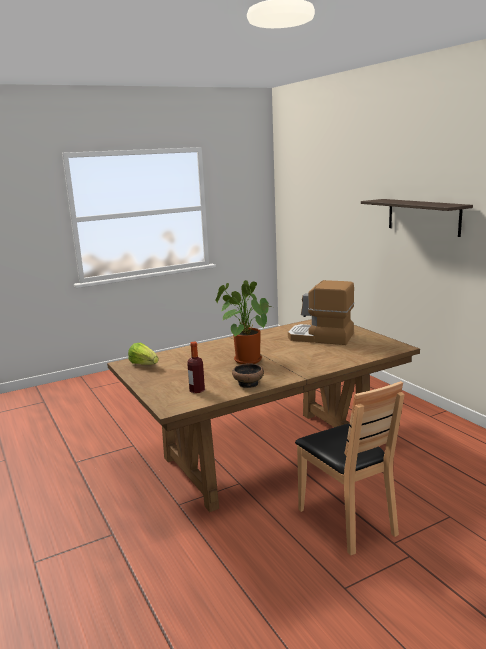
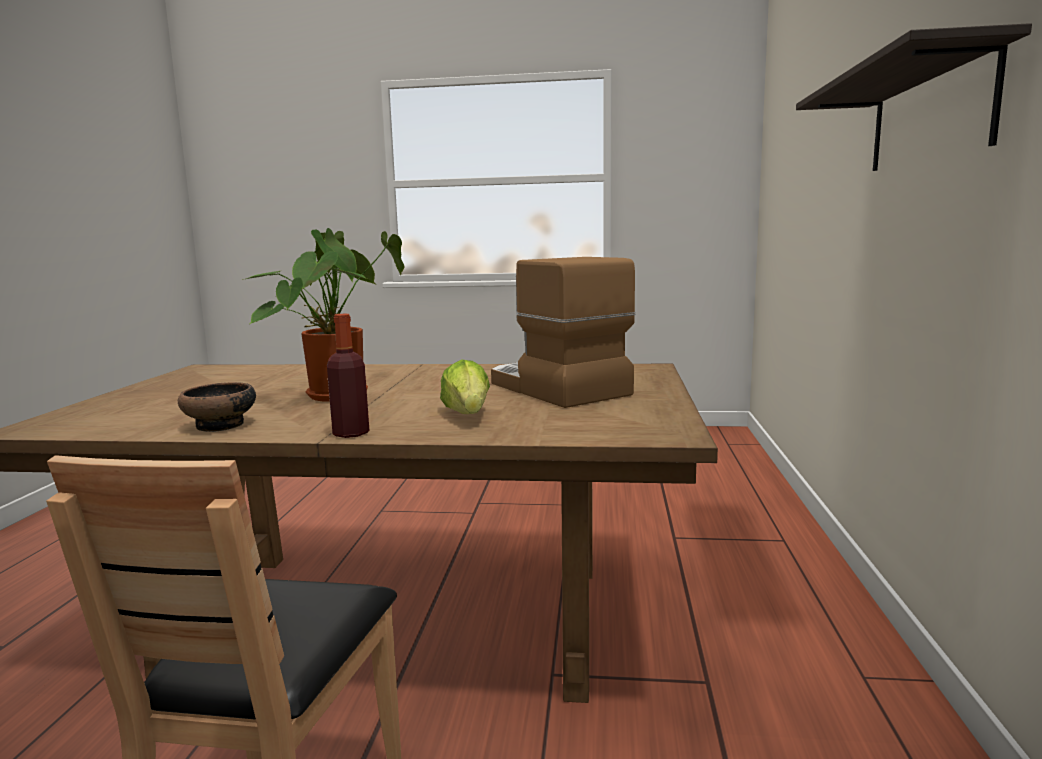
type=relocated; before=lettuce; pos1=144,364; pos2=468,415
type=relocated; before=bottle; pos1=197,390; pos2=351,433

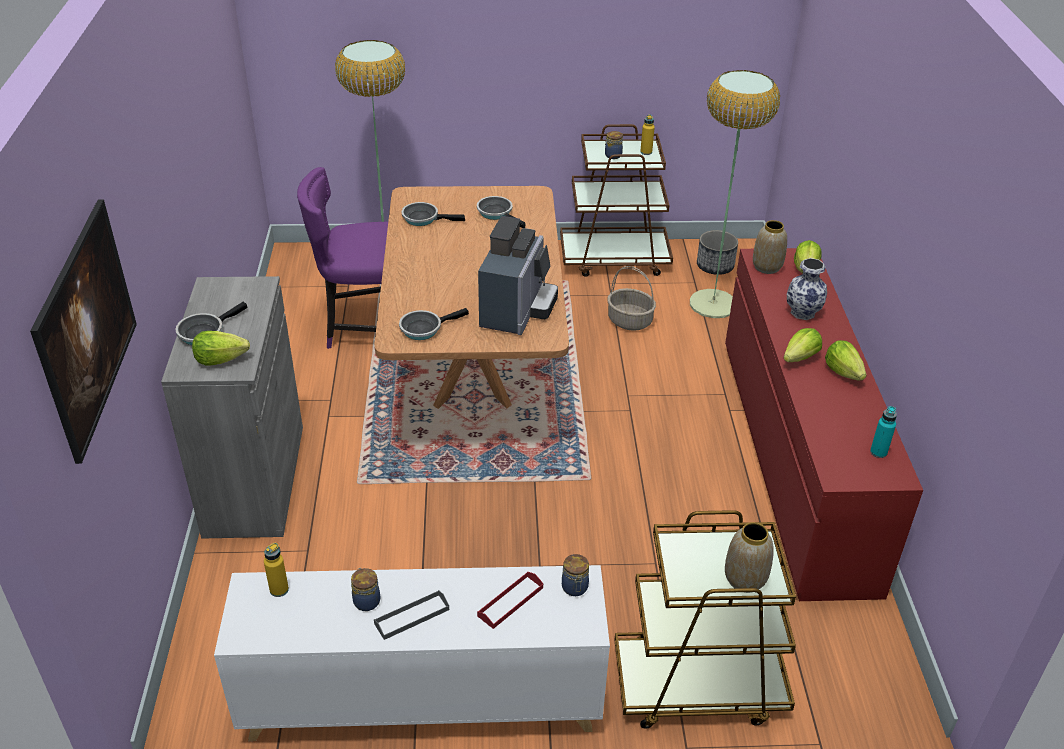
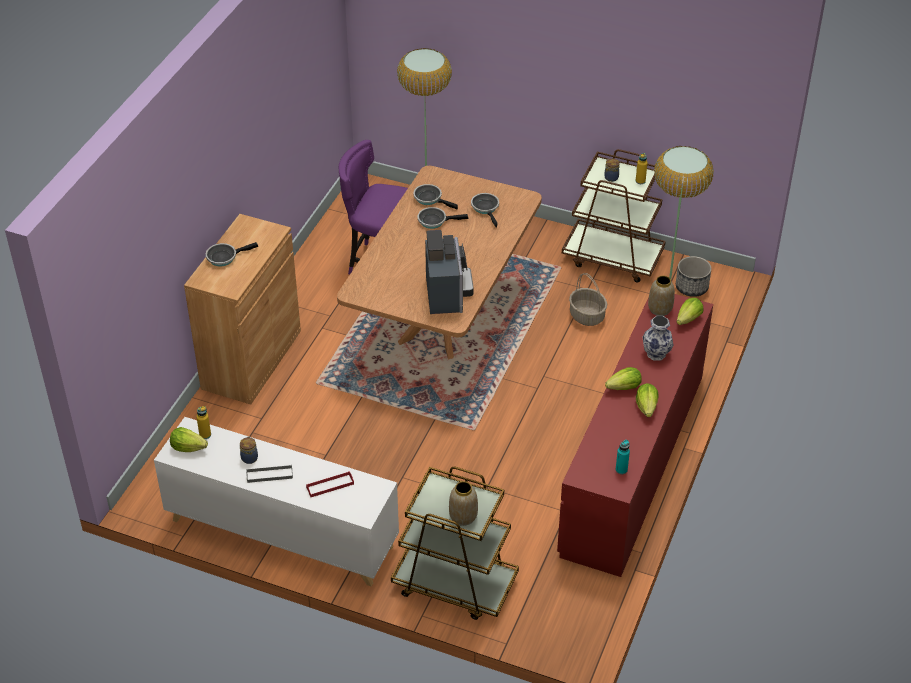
type=missing; before=picture; pos1=96,358
type=colour; before=grey cabinet; after=brown cabinet; pos1=254,480; pos2=251,359
type=relocated; before=lettuce; pos1=220,359; pos2=188,447
type=relocated; before=frying pan; pos1=424,328; pos2=434,221
type=spun; before=coffee machine; pos1=517,310; pos2=447,294; turn=-45
type=missing; before=jar; pos1=575,588

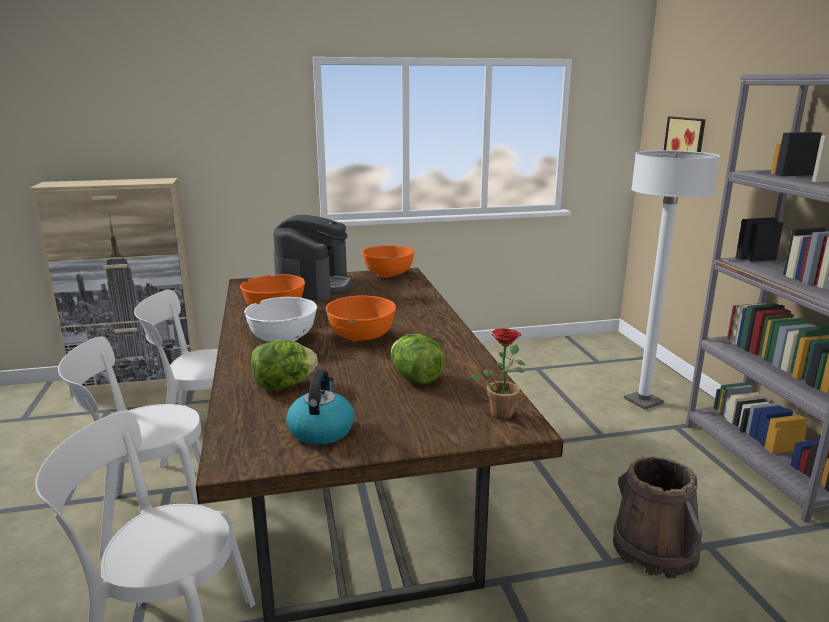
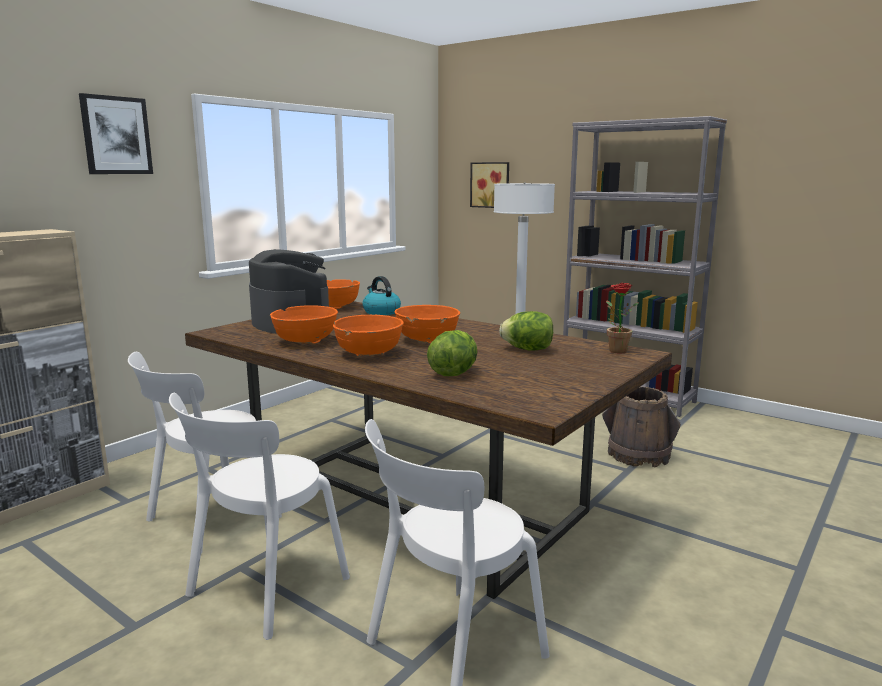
type=colour; before=white bowl; after=orange bowl; pos1=283,338; pos2=369,353
type=relocated; before=kettle; pos1=321,430; pos2=381,312
type=appeared; after=picture; pos2=116,135

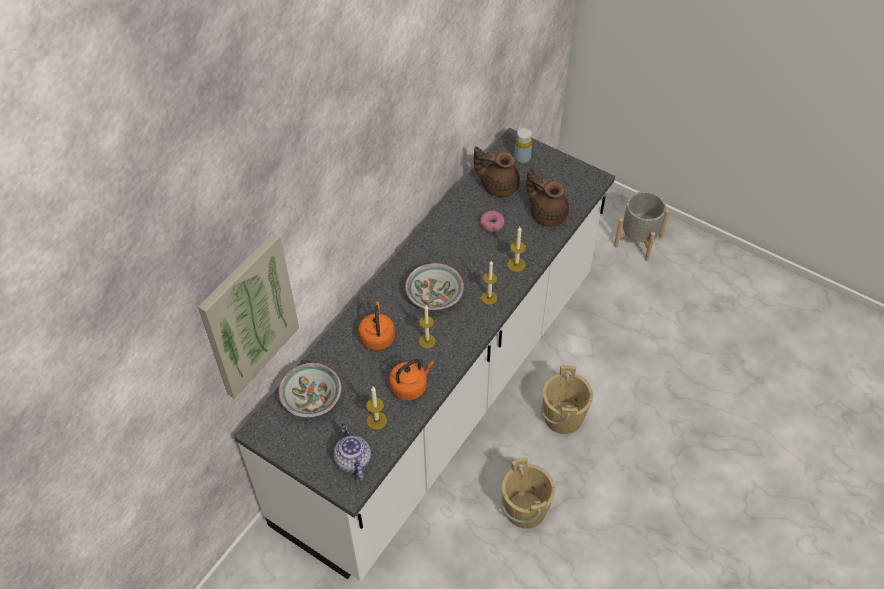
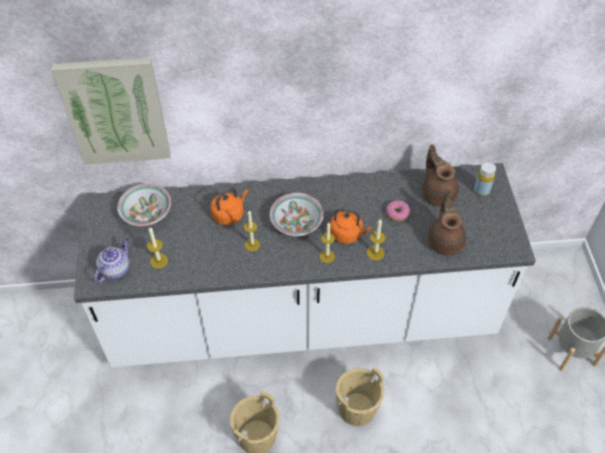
type=relocated; before=orange kettle; pos1=410,386; pos2=347,234

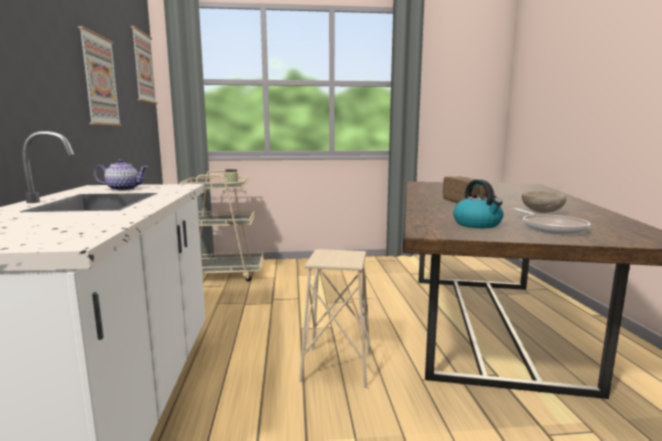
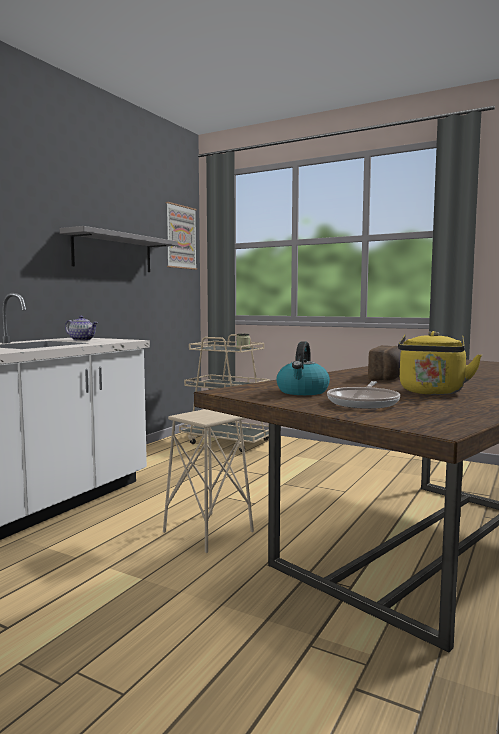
type=exchanged; before=picture; after=grey shelf; pos1=99,80; pos2=113,252
type=exchanged; before=beige bowl; after=yellow kettle; pos1=541,212; pos2=431,392

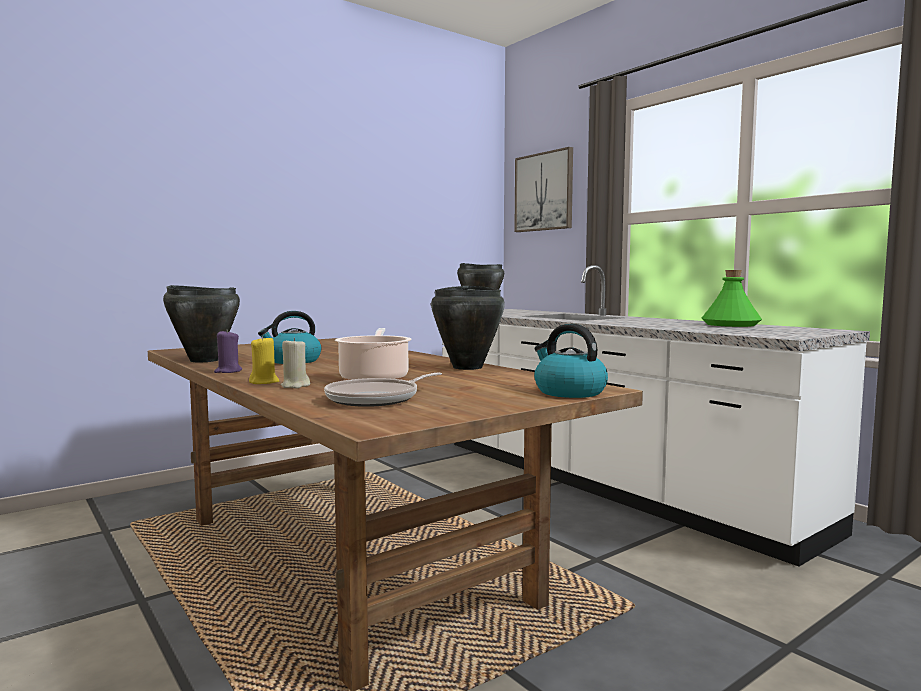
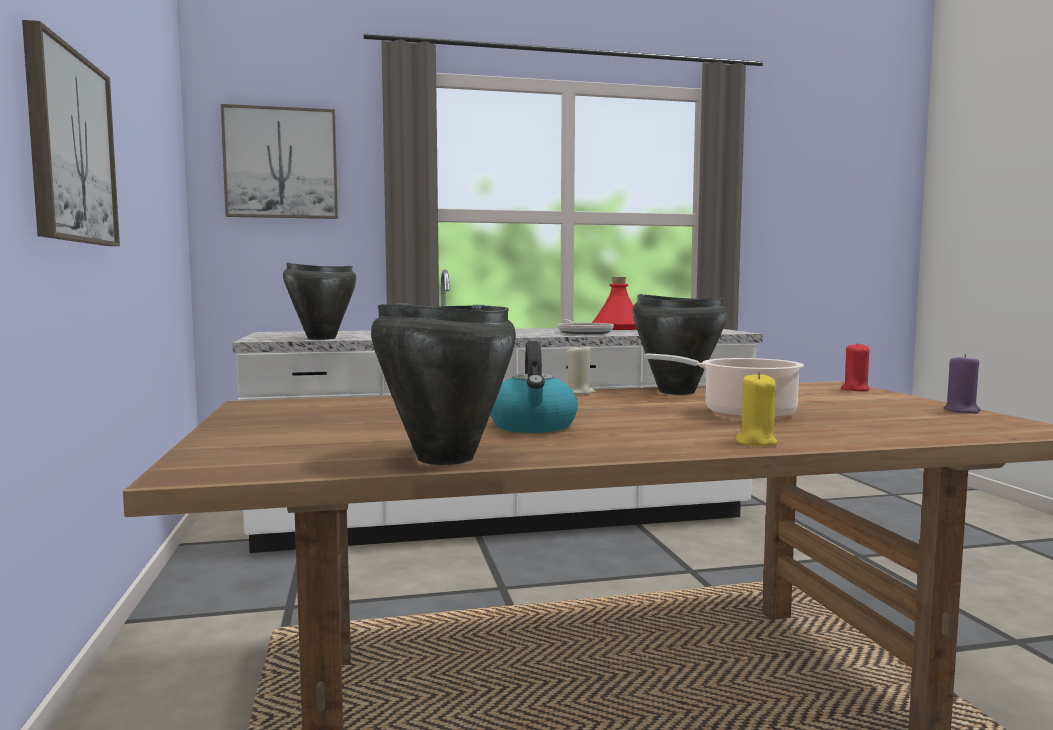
type=relocated; before=purple candle; pos1=228,371; pos2=961,410
type=relocated; before=beige candle; pos1=295,386; pos2=579,393
type=relocated; before=frying pan; pos1=377,399; pos2=584,332
type=exchanged; before=kettle; after=red candle; pos1=568,392; pos2=855,389
type=colour; before=green bottle; after=red bottle; pos1=730,324; pos2=617,328
type=appeared; after=picture; pos2=69,148

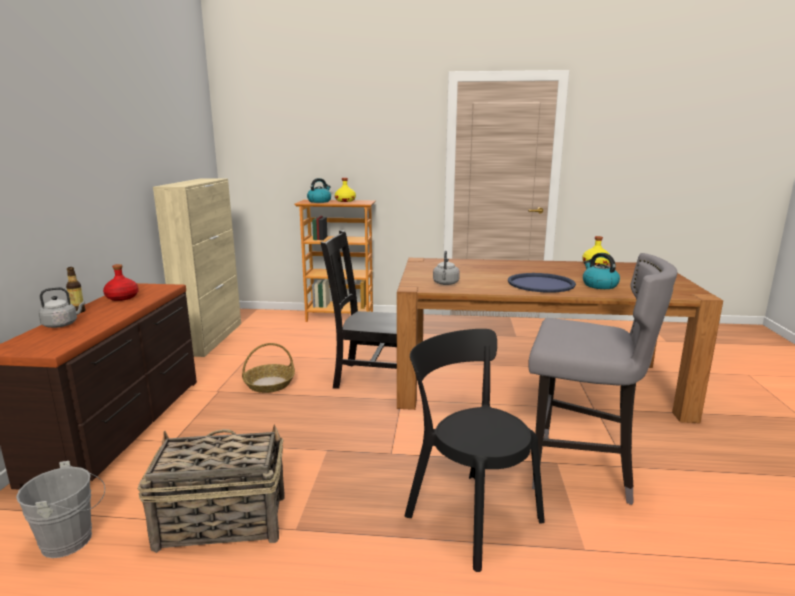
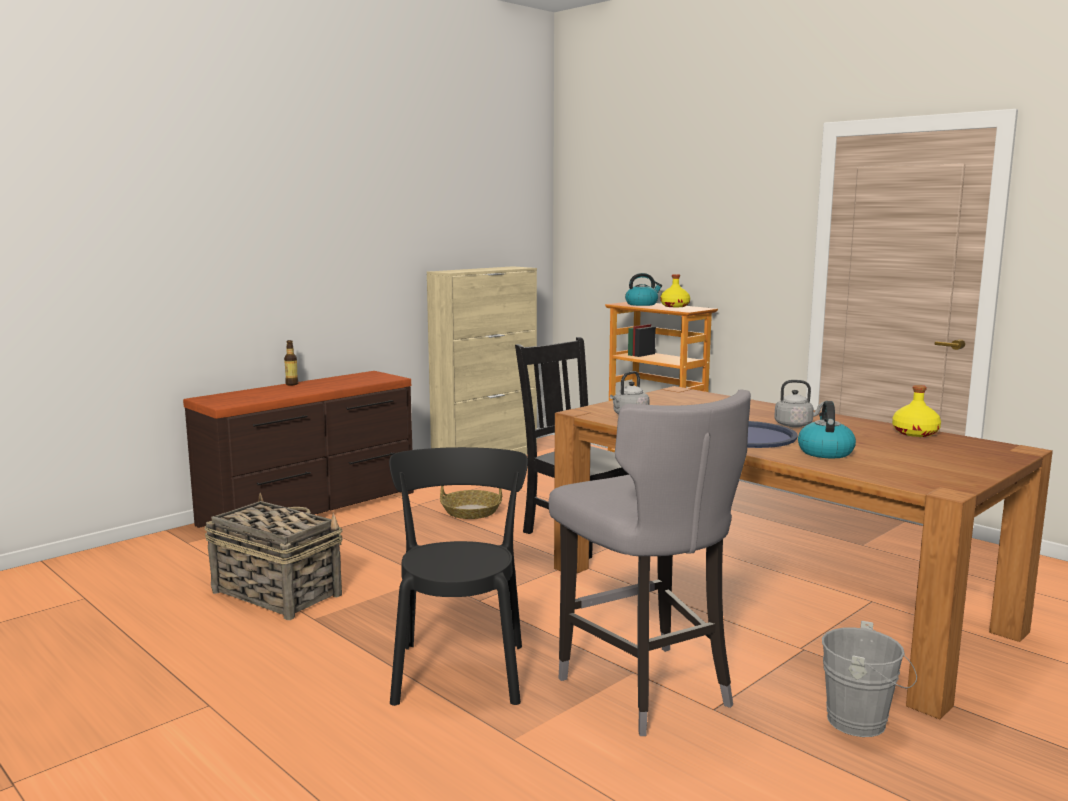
type=relocated; before=grey bucket; pos1=72,540; pos2=863,723
type=relocated; before=grey kettle; pos1=62,324; pos2=795,425
type=missing; before=red bottle; pos1=122,297

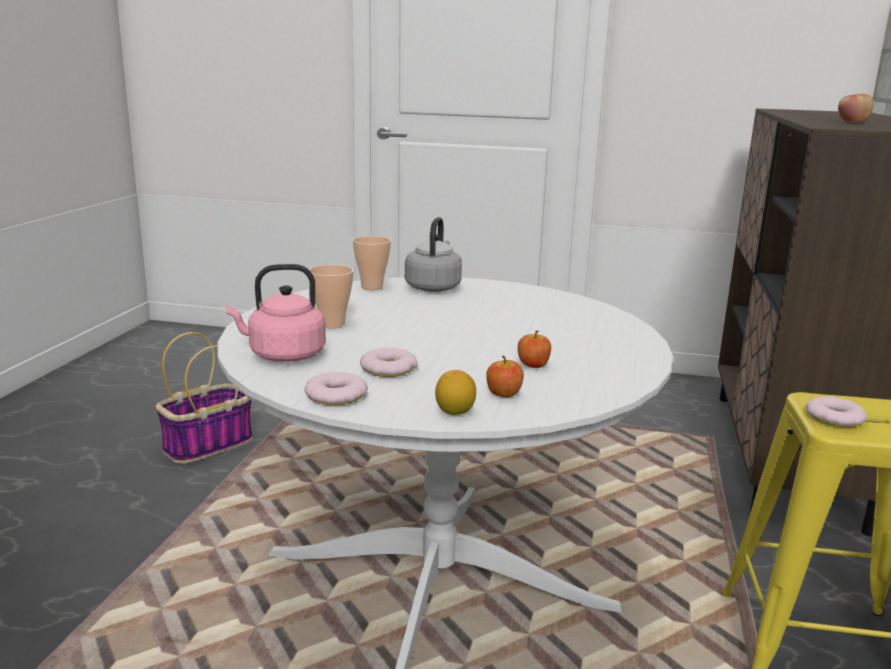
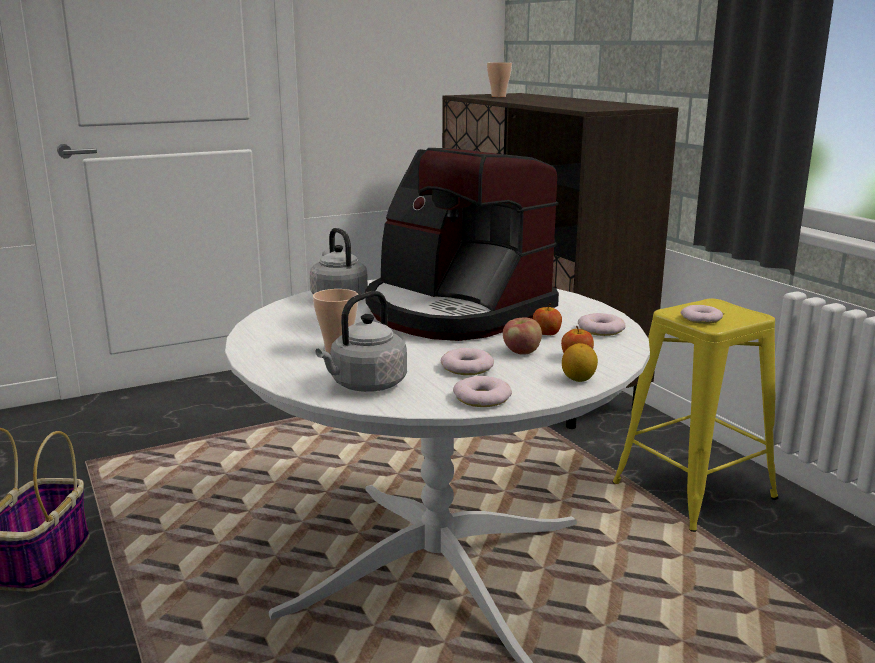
type=colour; before=pink kettle; after=grey kettle; pos1=283,355; pos2=365,385
type=relocated; before=cup; pos1=372,287; pos2=498,96
type=relocated; before=apple; pos1=852,122; pos2=521,352
type=appeared; after=coffee machine; pos2=454,312
type=appeared; after=donut; pos2=600,330

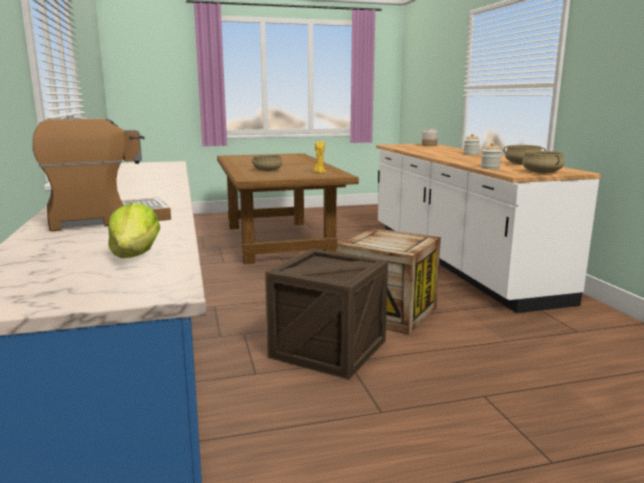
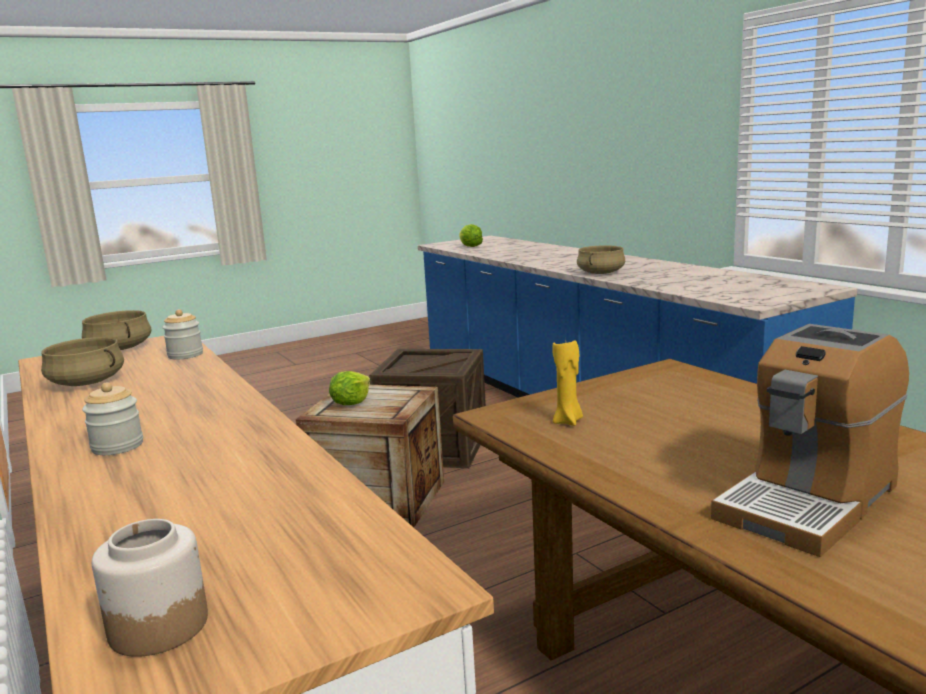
type=relocated; before=coffee machine; pos1=106,219; pos2=808,501
type=relocated; before=beige cooking pot; pos1=267,170; pos2=601,273
type=appeared; after=lettuce; pos2=351,403

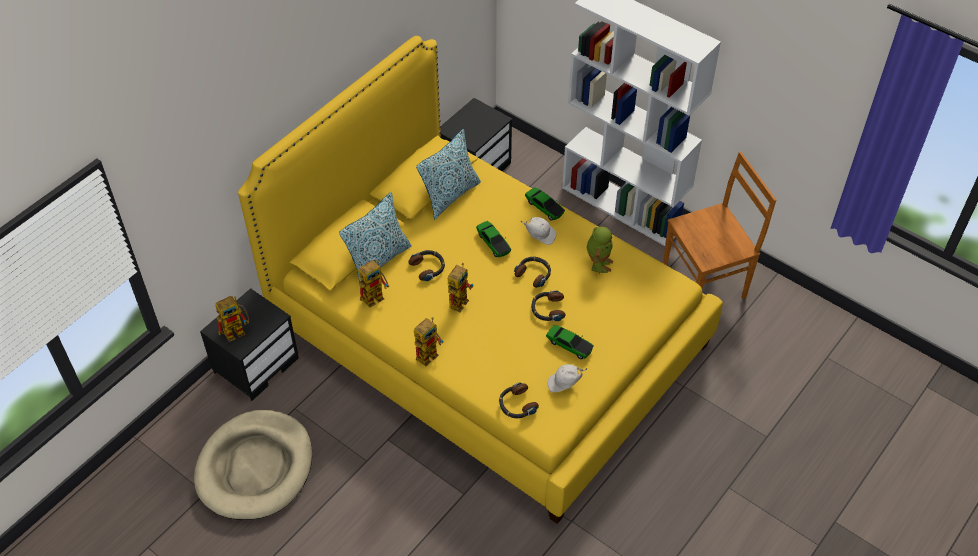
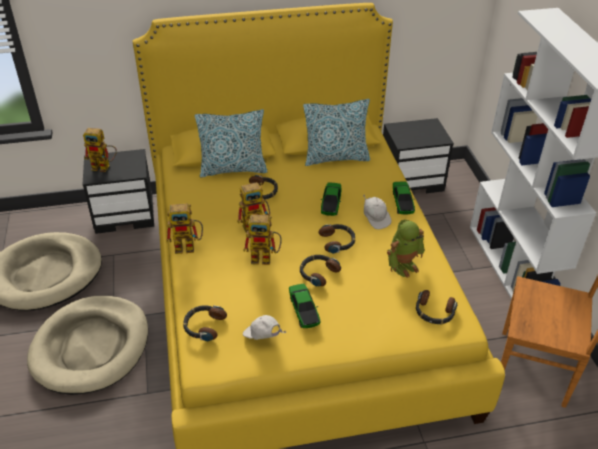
type=relocated; before=toy robot; pos1=376,295; pos2=266,258
type=appeared; after=beige dog bed; pos2=91,347
type=appeared; after=headphones; pos2=434,312

